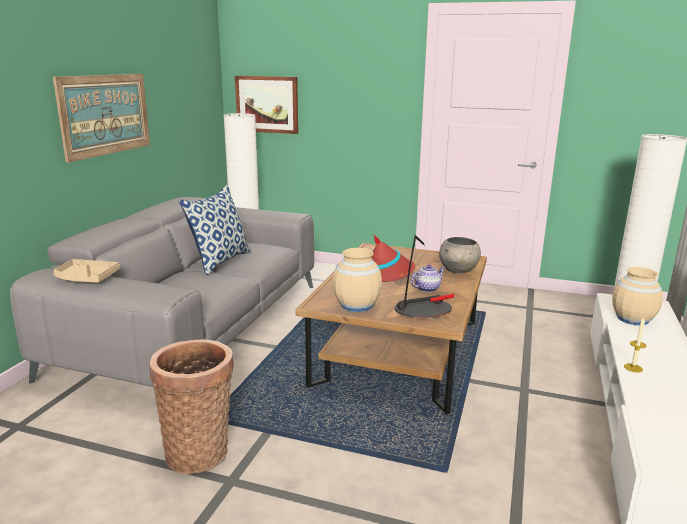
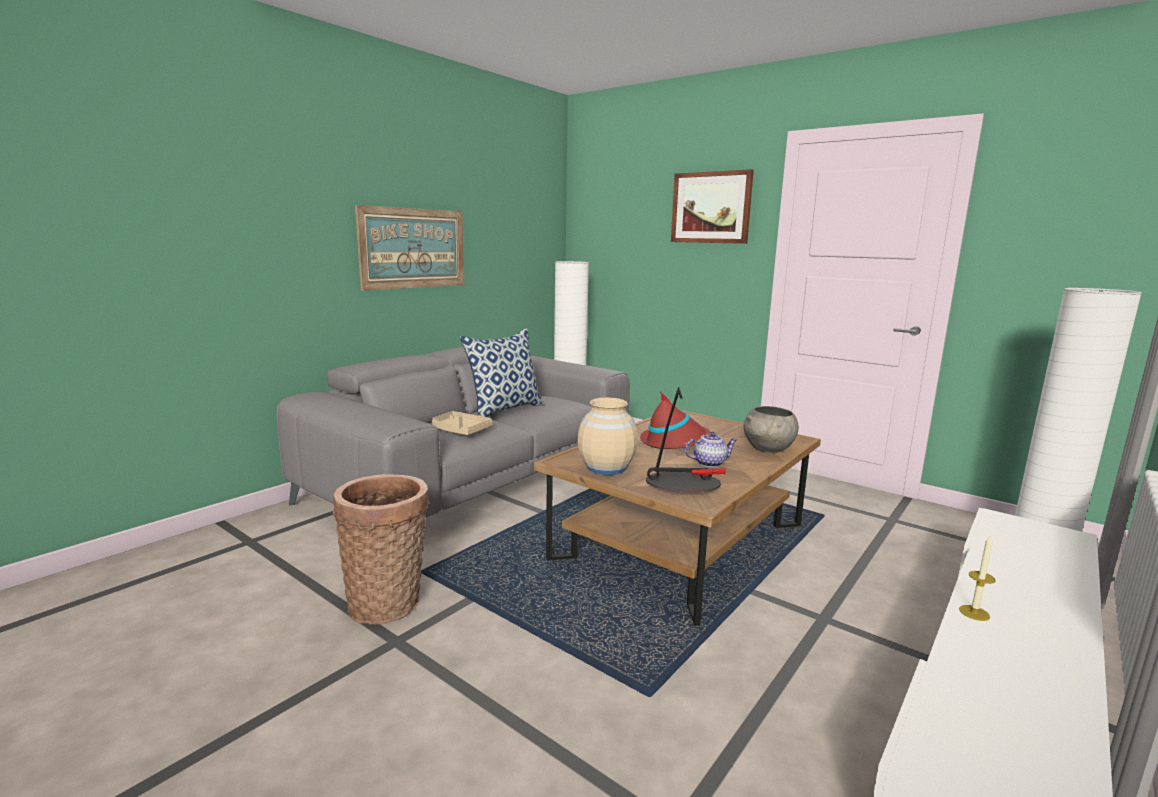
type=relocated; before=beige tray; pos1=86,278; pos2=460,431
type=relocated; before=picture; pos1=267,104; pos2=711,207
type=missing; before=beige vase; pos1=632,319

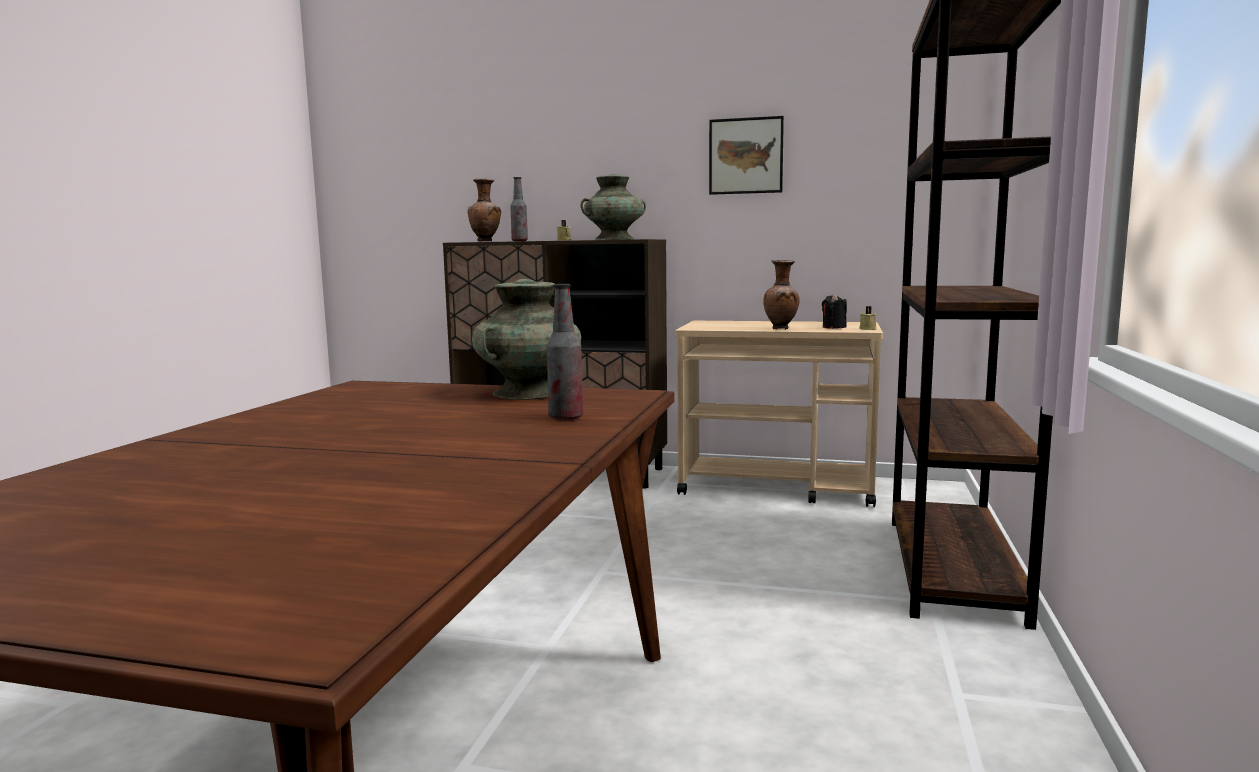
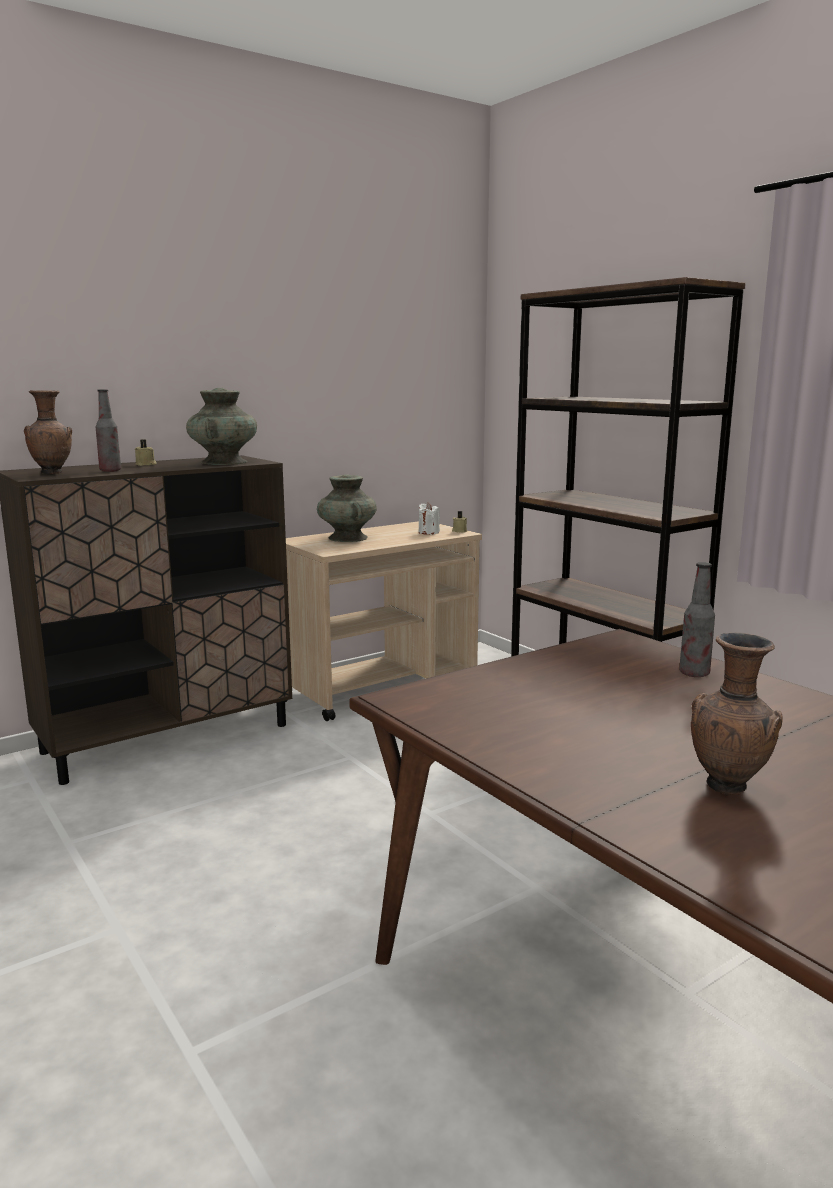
type=relocated; before=turquoise vase; pos1=528,393; pos2=348,538
type=missing; before=picture; pos1=746,156
type=relocated; before=brown vase; pos1=781,329; pos2=729,787
type=colour; before=black candle; after=white candle; pos1=834,327; pos2=428,532

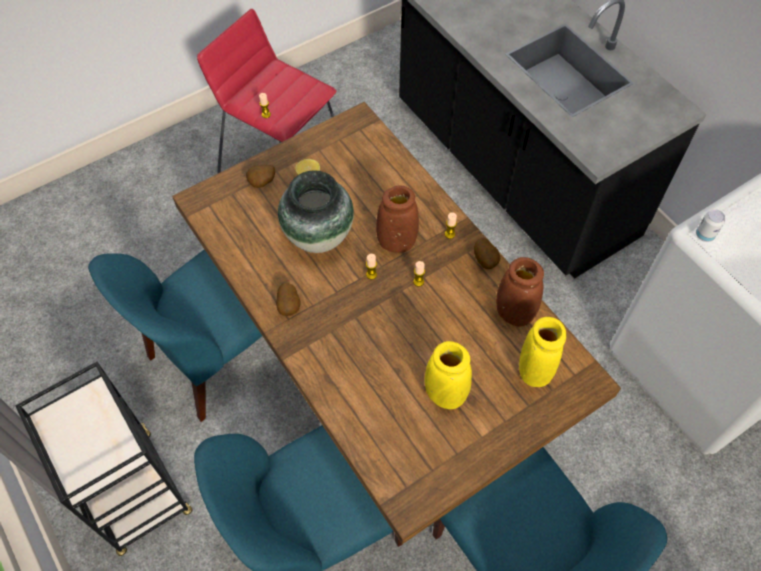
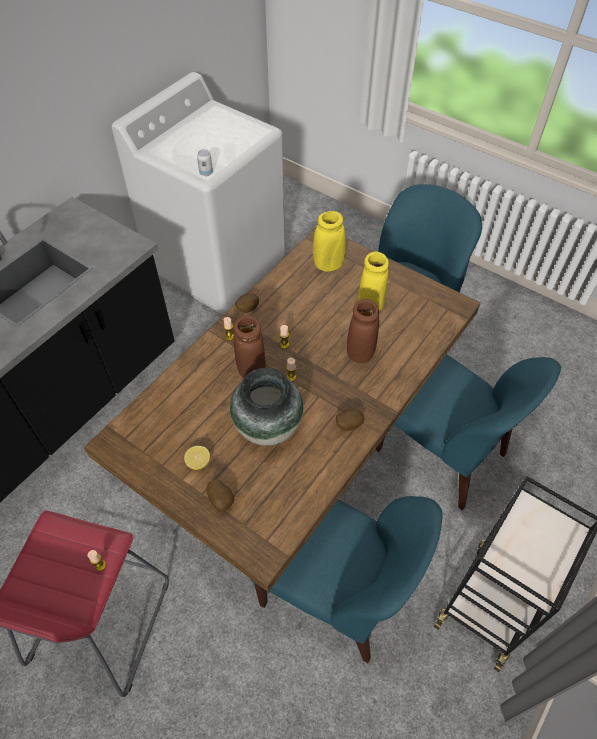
type=relocated; before=brown vase; pos1=514,313; pos2=360,353

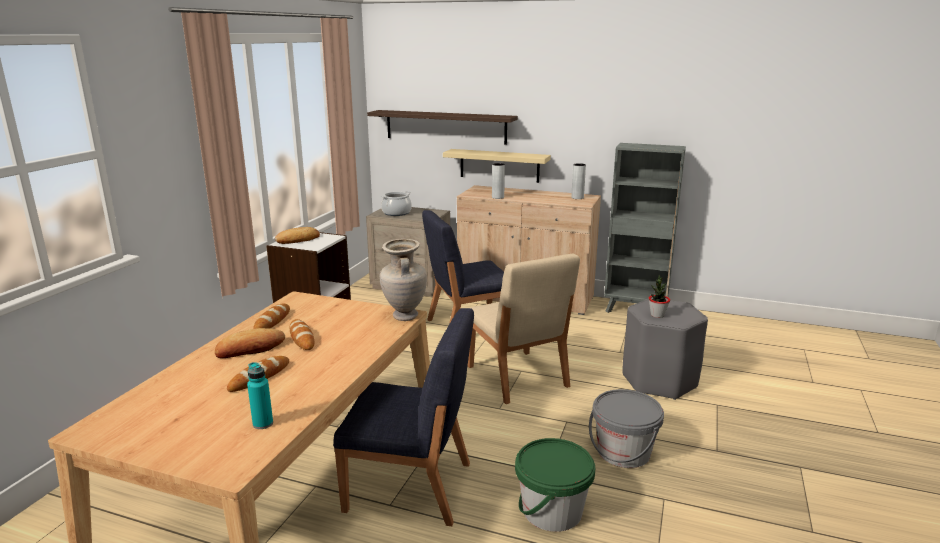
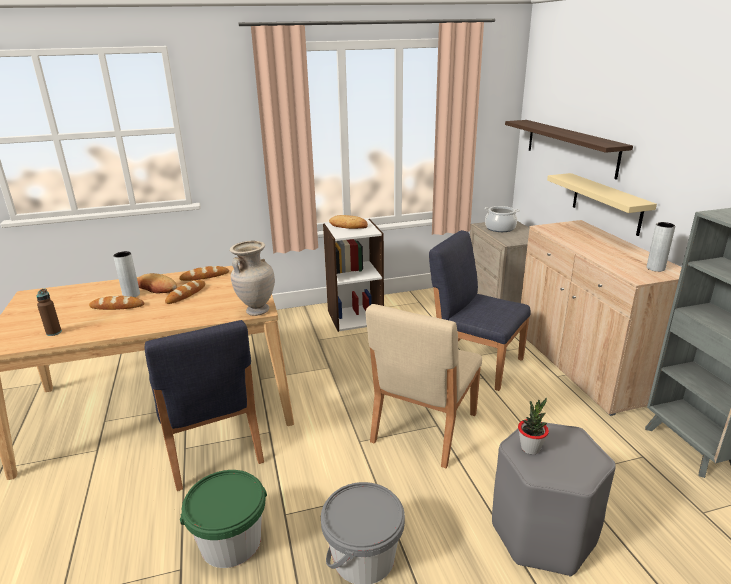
type=colour; before=turquoise bottle; after=brown bottle; pos1=263,423; pos2=54,332
type=relocated; before=grey vase; pos1=498,197; pos2=131,295

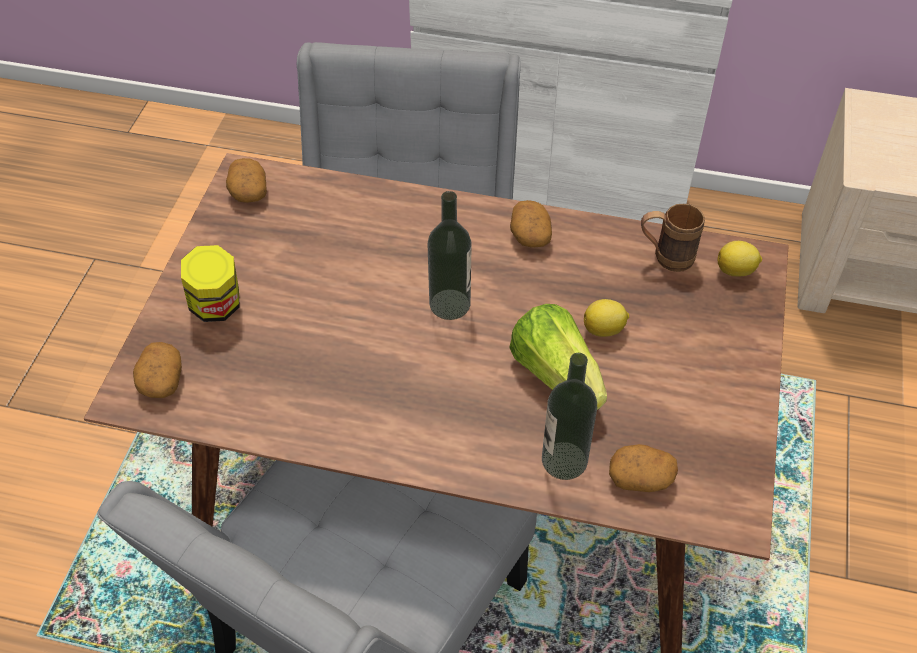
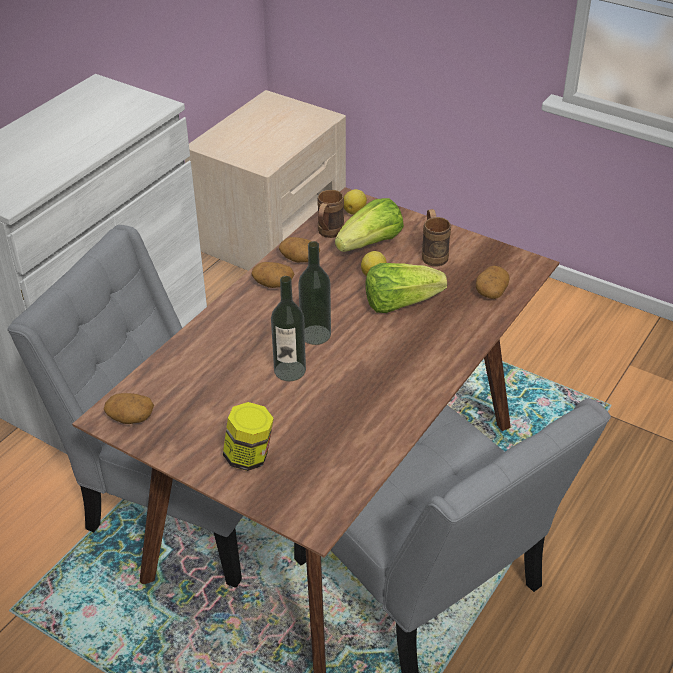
type=relocated; before=potato; pos1=161,380; pos2=299,258
type=relocated; before=bottle; pos1=564,460; pos2=290,370
type=appeared; after=lettuce; pos2=371,244
type=appeared; after=brown mug; pos2=433,254

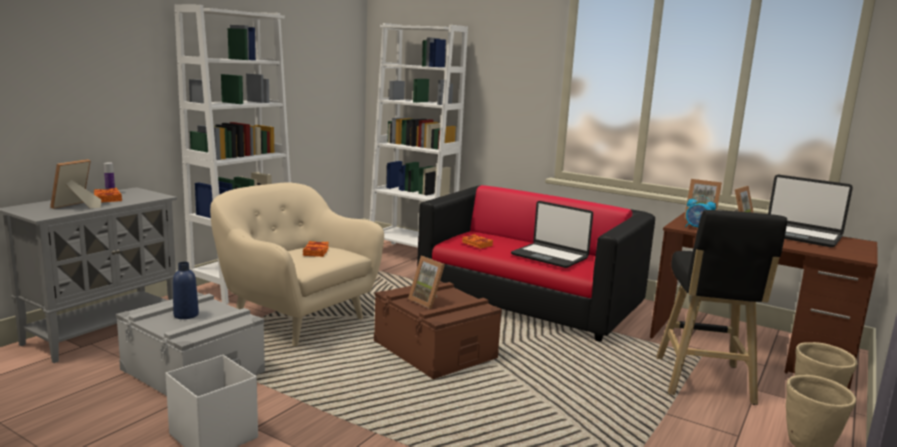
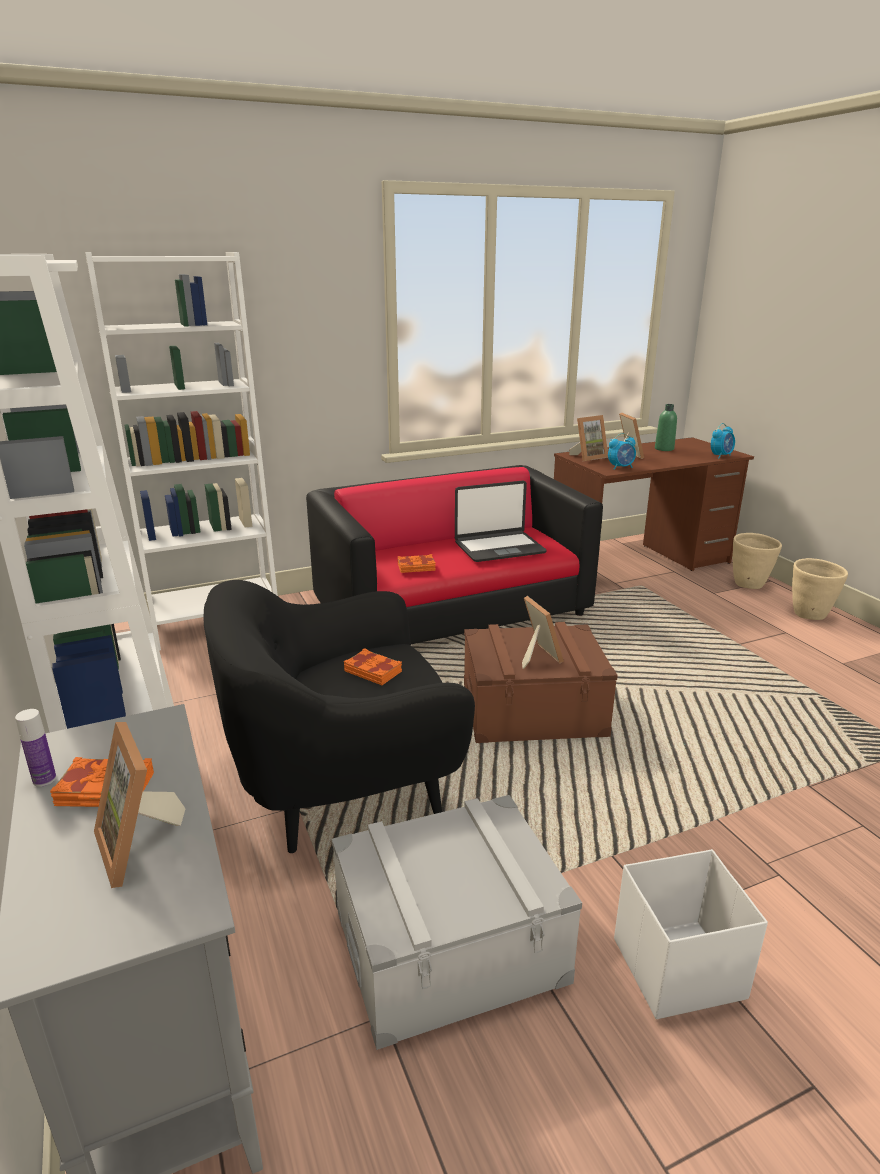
type=missing; before=blue bottle; pos1=186,315
type=colour; before=beige armchair; after=black armchair; pos1=296,319; pos2=341,786
type=spun; before=picture frame; pos1=428,301; pos2=536,656; turn=-105
type=missing; before=black stool; pos1=704,382
type=exchanged; before=laptop; after=green bottle; pos1=798,235; pos2=664,449
type=appeared; after=alarm clock; pos2=721,456

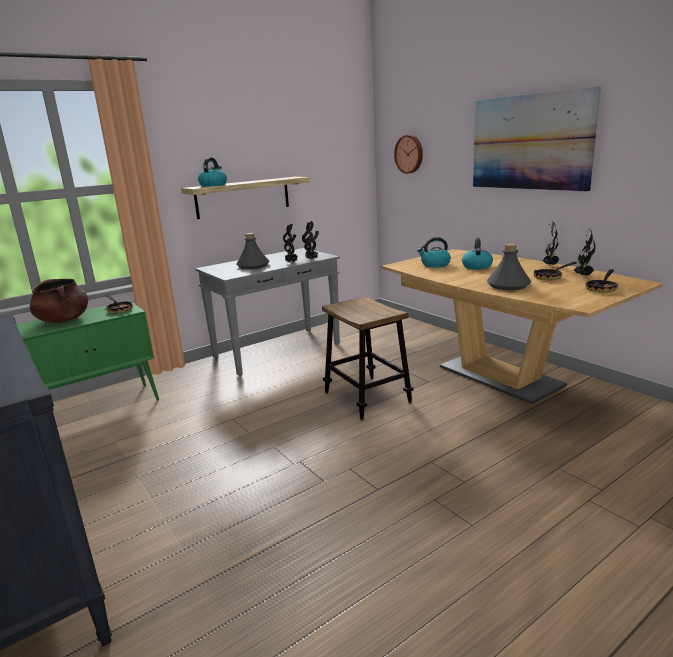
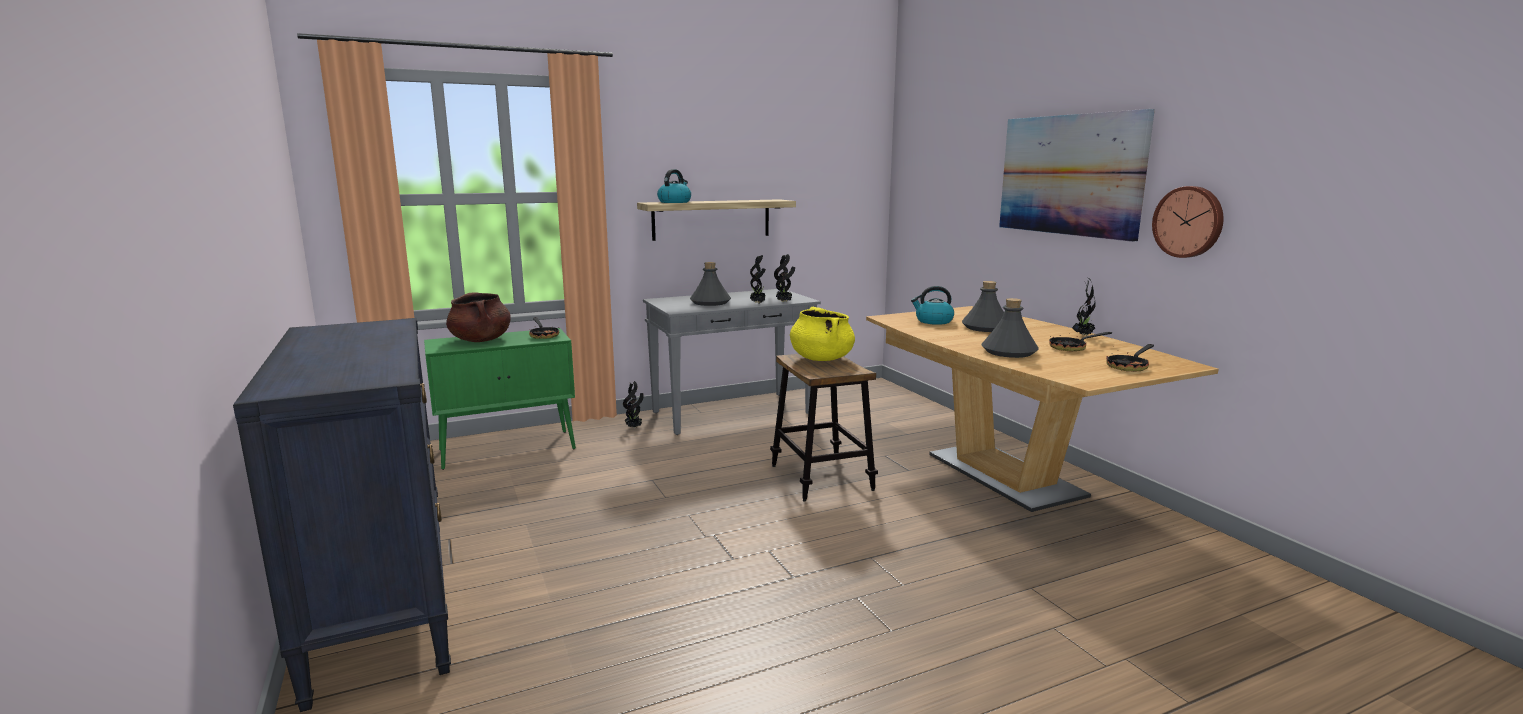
type=relocated; before=wall clock; pos1=409,154; pos2=1189,222
type=exchanged; before=kettle; after=grey bottle; pos1=476,266; pos2=985,328
type=relocated; before=potted plant; pos1=584,276; pos2=634,427
type=appeared; after=yellow cooking pot; pos2=821,359

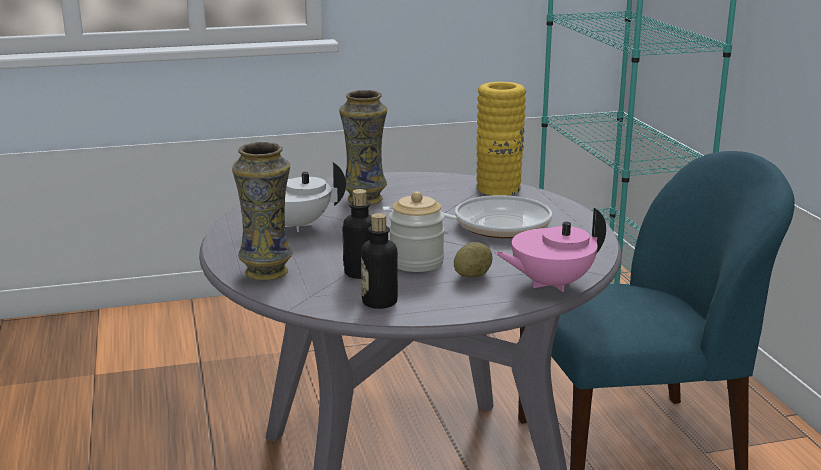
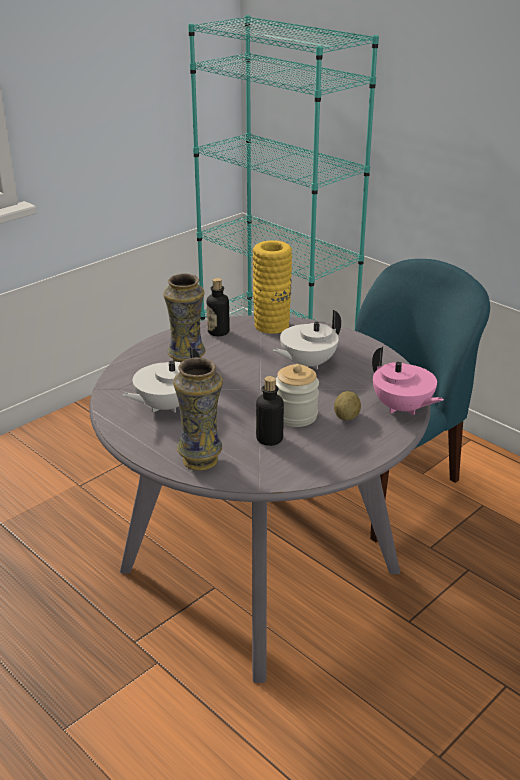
type=relocated; before=bottle; pos1=379,302; pos2=218,332
type=exchanged; before=frying pan; after=white teapot; pos1=492,225; pos2=307,364
type=spun; before=pink teapot; pos1=550,284; pos2=402,408; turn=-75

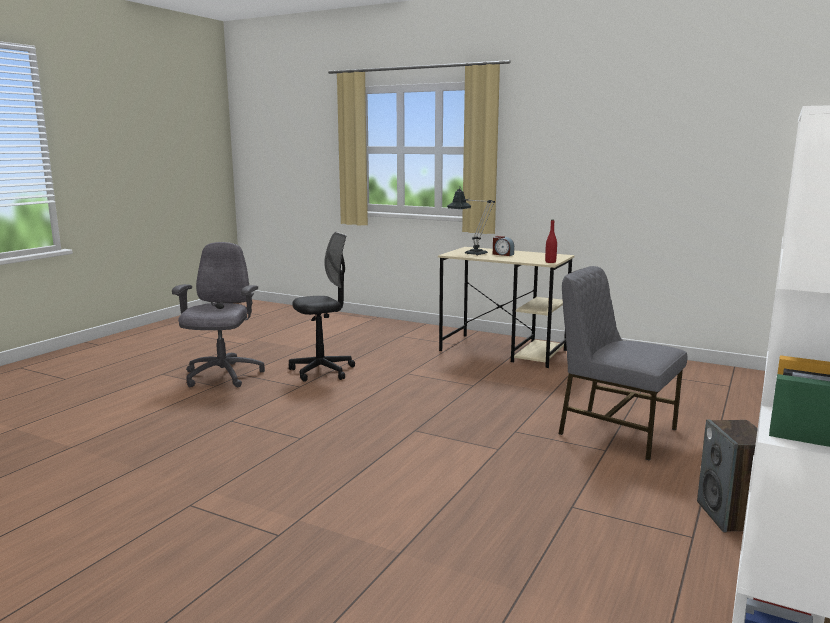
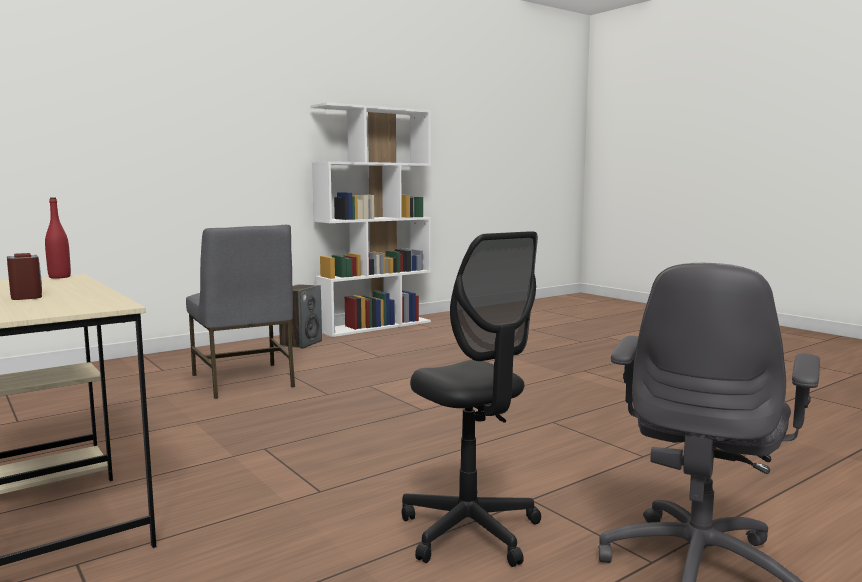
type=spun; before=black office chair; pos1=322,371; pos2=470,532; turn=-120
type=missing; before=table lamp; pos1=471,253

